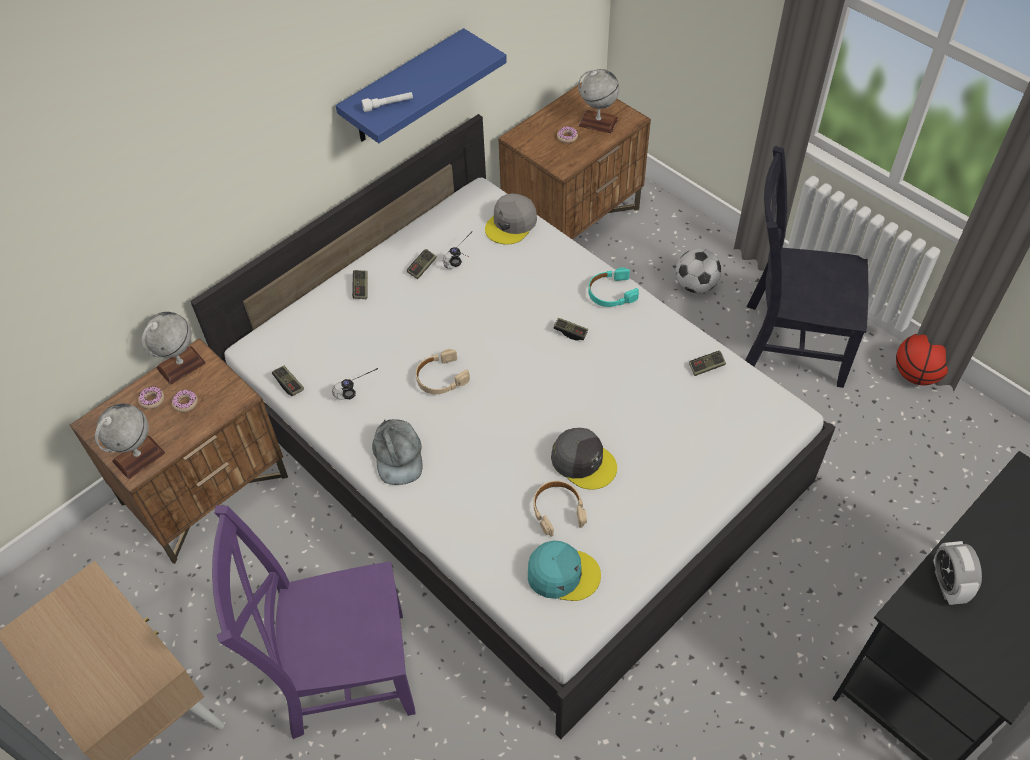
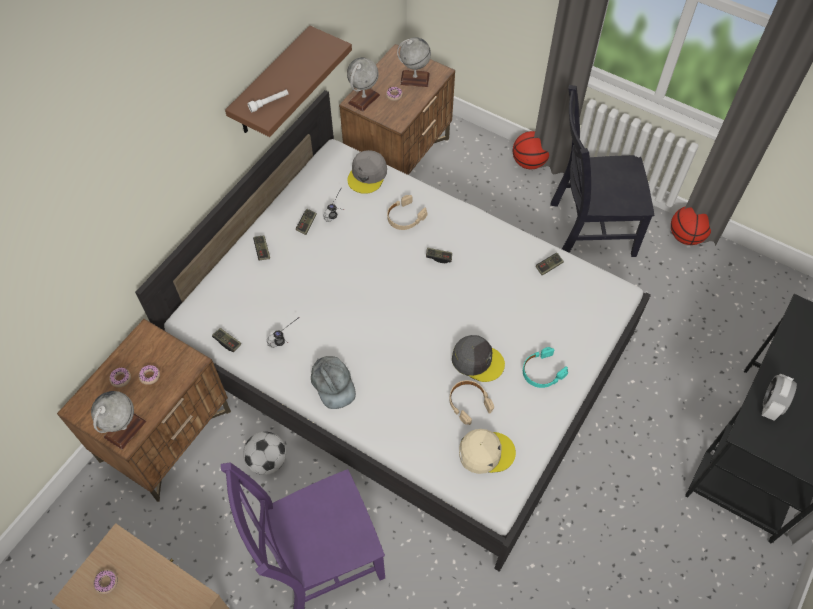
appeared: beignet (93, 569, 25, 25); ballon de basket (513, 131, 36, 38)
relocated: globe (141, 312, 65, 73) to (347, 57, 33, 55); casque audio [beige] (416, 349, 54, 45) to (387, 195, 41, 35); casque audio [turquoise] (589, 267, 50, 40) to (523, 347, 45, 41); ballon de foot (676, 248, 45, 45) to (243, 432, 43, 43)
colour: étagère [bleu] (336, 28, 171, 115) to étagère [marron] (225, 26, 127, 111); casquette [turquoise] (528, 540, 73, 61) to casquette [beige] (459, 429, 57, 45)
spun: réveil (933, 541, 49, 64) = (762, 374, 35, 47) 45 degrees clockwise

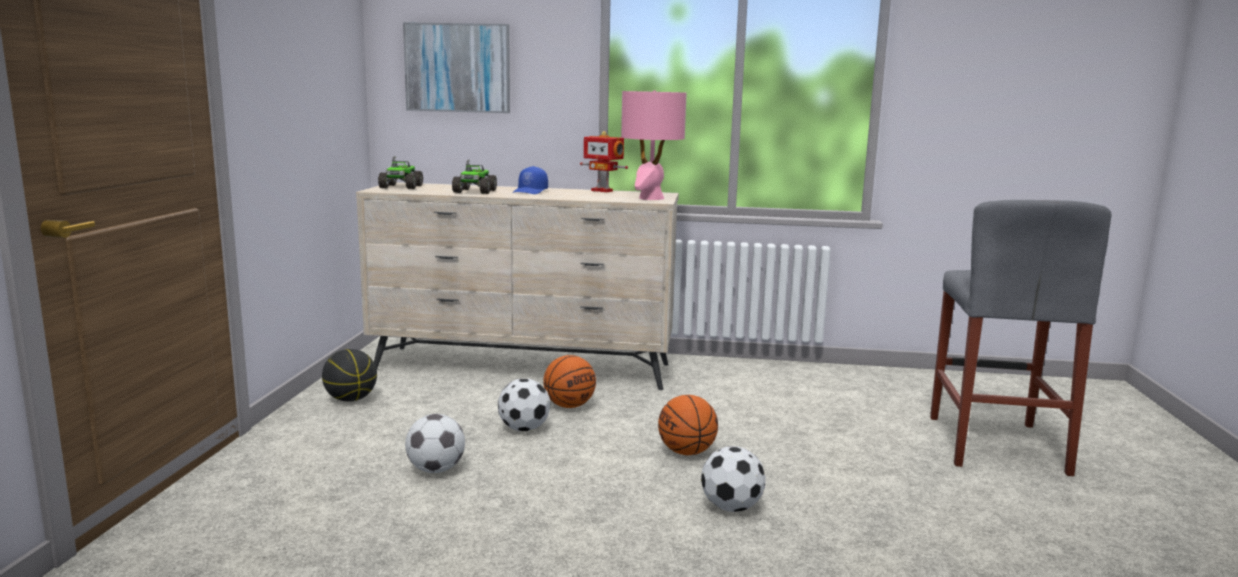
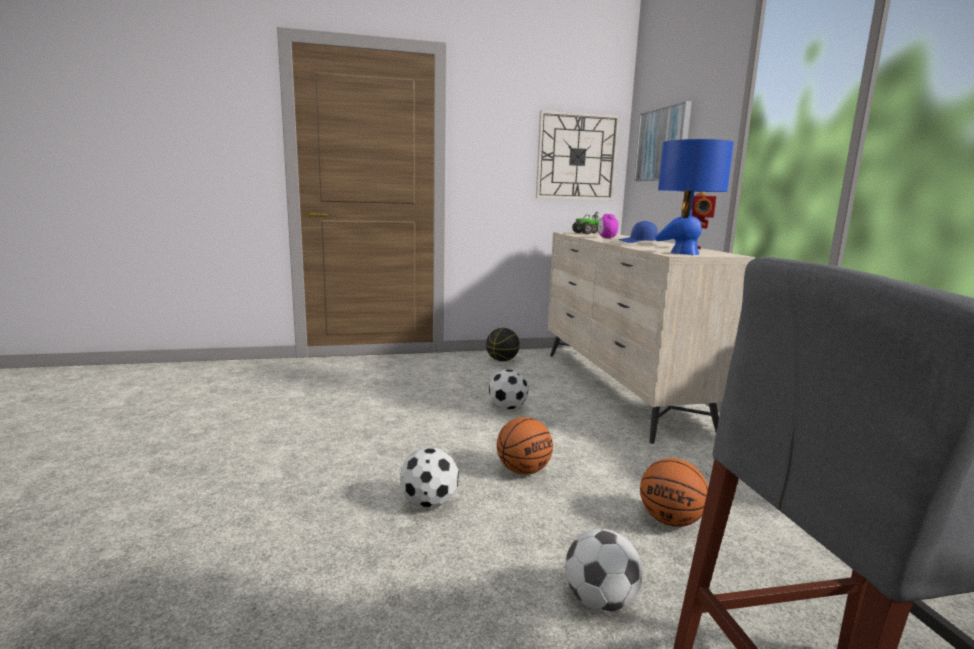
appeared: horloge murale (536, 110, 84, 90)
relocated: ballon de foot (405, 414, 60, 59) to (565, 529, 78, 83); ballon de basket (543, 355, 53, 53) to (640, 458, 68, 69)
exchanged: camion jouet (452, 159, 45, 35) to réveil (598, 214, 20, 25)
colour: lampe de table [rose] (621, 91, 66, 109) to lampe de table [bleu] (655, 139, 79, 116)

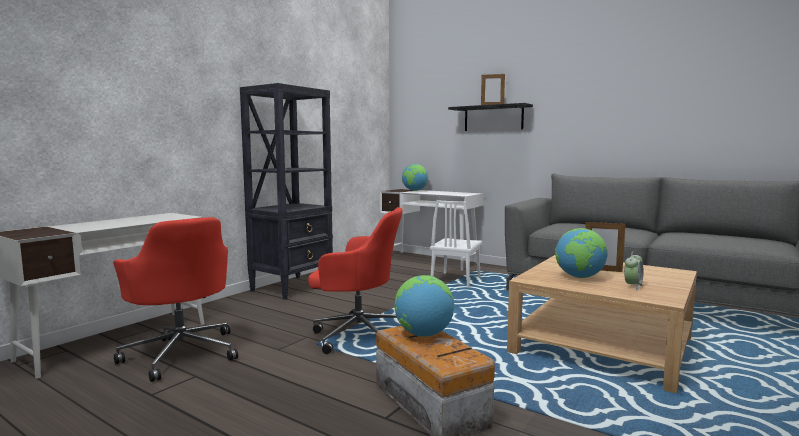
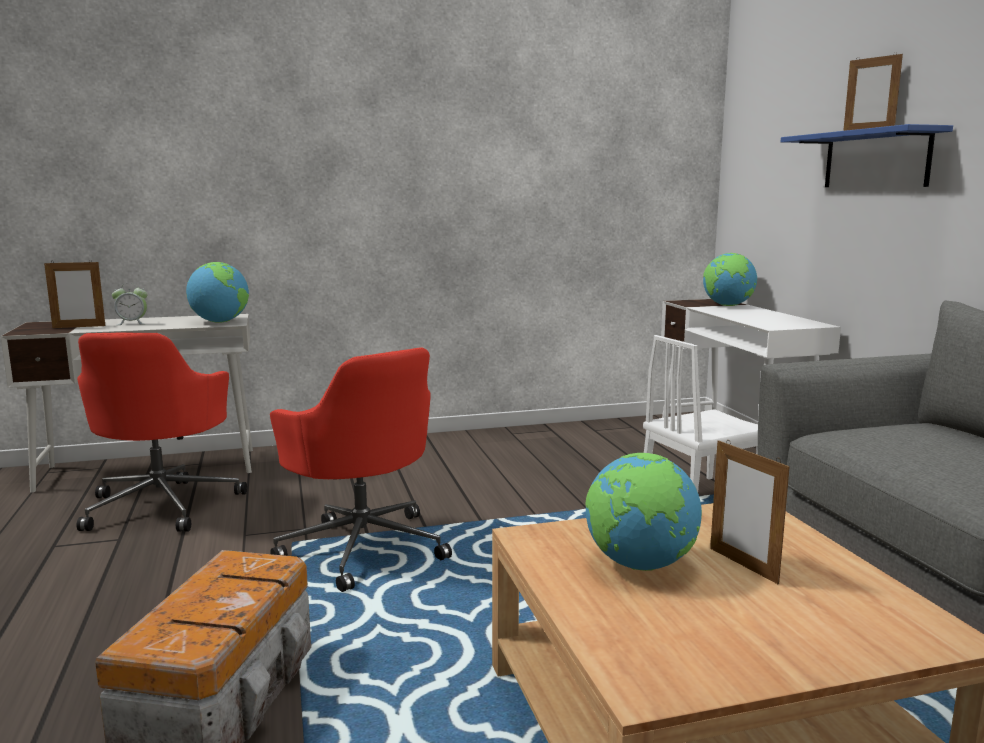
missing: bibliothèque [noir] (240, 83, 93, 217)
appeared: cadre photo (44, 260, 61, 68)
relocated: globe (394, 275, 60, 62) to (186, 262, 63, 61); réveil (624, 251, 20, 39) to (112, 283, 36, 42)
colour: étagère [noir] (448, 103, 85, 28) to étagère [bleu] (781, 124, 172, 63)

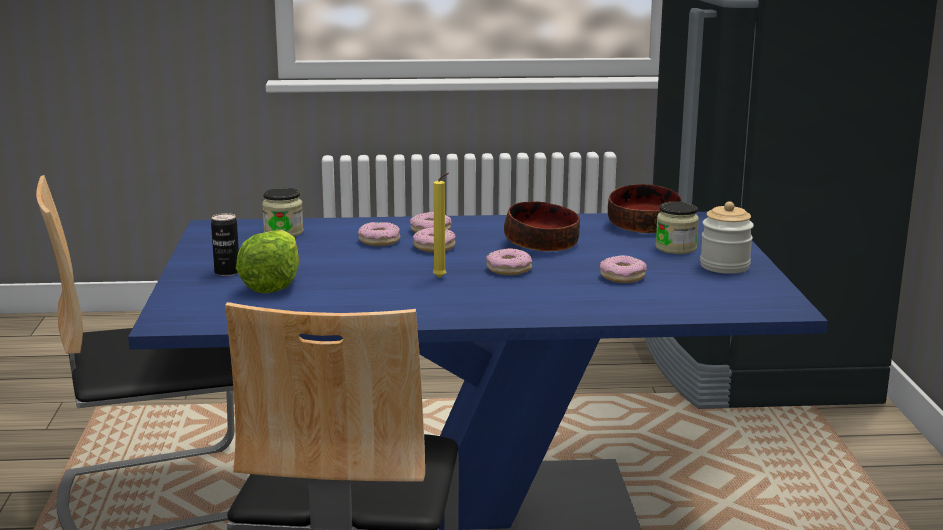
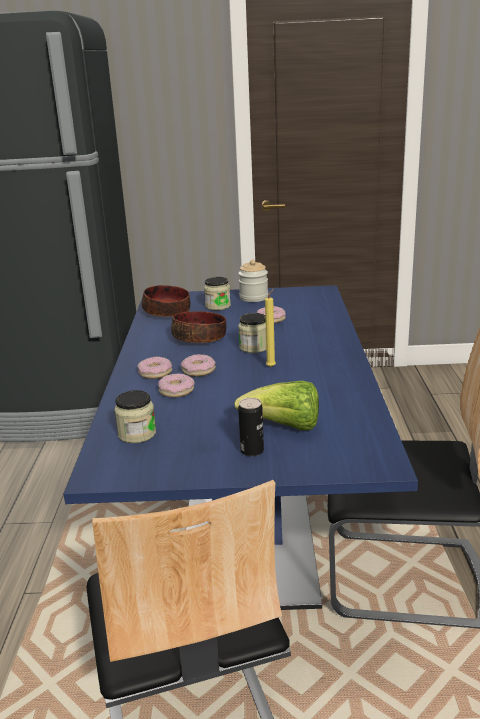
exchanged: beignet (486, 248, 46, 27) to bocal (238, 313, 28, 40)

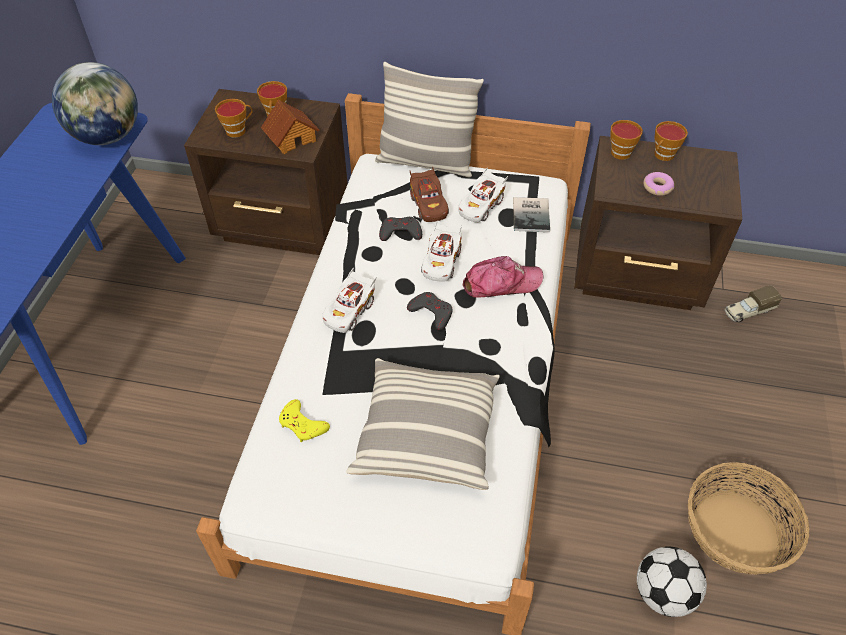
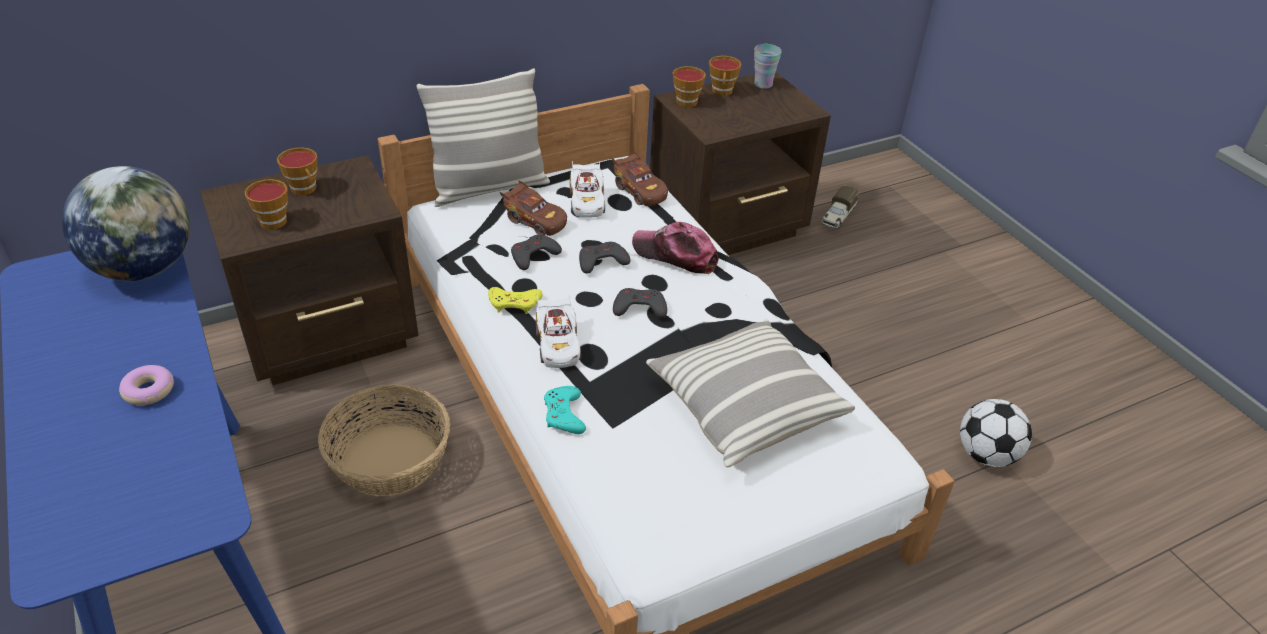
missing: maison miniature (261, 100, 58, 54)
appeared: manette [turquoise] (544, 386, 42, 48); tasse (754, 44, 28, 45)
relocated: manette [jaune] (279, 399, 51, 43) to (488, 287, 54, 27); beignet (643, 172, 31, 24) to (119, 365, 55, 40); panier (688, 462, 121, 113) to (318, 384, 132, 113)
exchanged: petite voiture [blanc] (421, 221, 41, 61) to manette [gris] (579, 242, 51, 32); livre (513, 197, 37, 35) to petite voiture [marron] (612, 151, 56, 55)
spun: casquette (463, 256, 80, 42) = (632, 222, 87, 52) 105 degrees counterclockwise

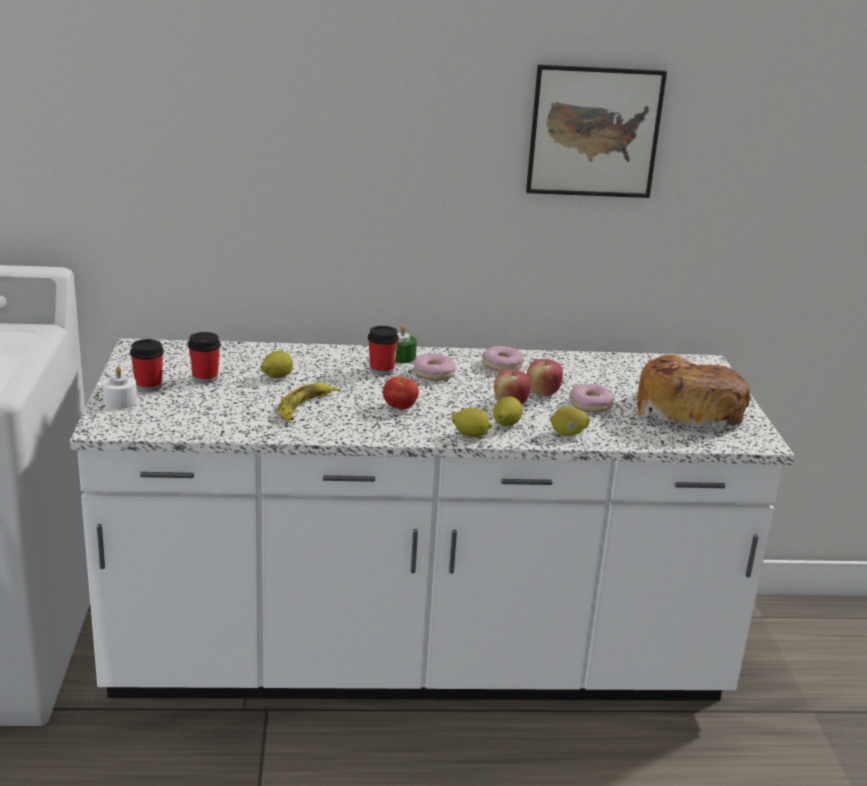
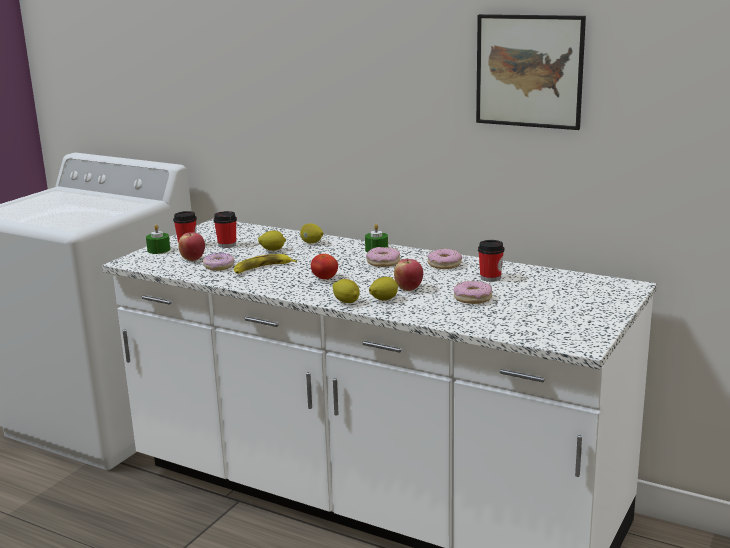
missing: pain (637, 355, 114, 76)
appeared: beignet (203, 253, 31, 18)
relocated: tasse (368, 326, 31, 50) to (478, 240, 26, 42); pomme (527, 359, 36, 38) to (178, 232, 27, 29); citron (550, 407, 40, 29) to (300, 223, 23, 20)
colour: bougie [blanc] (102, 366, 35, 43) to bougie [vert] (146, 224, 24, 30)

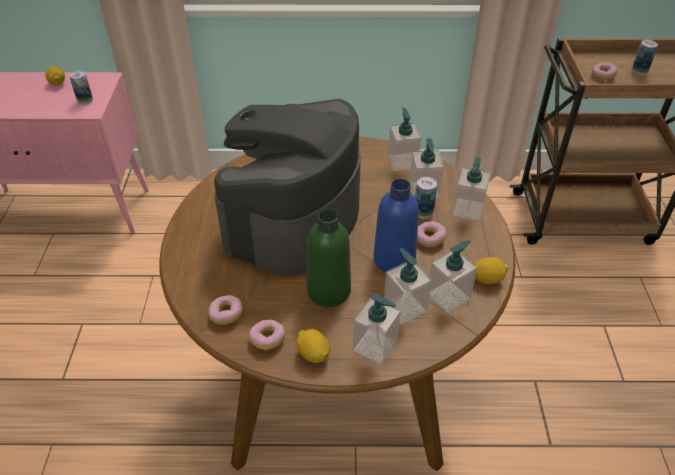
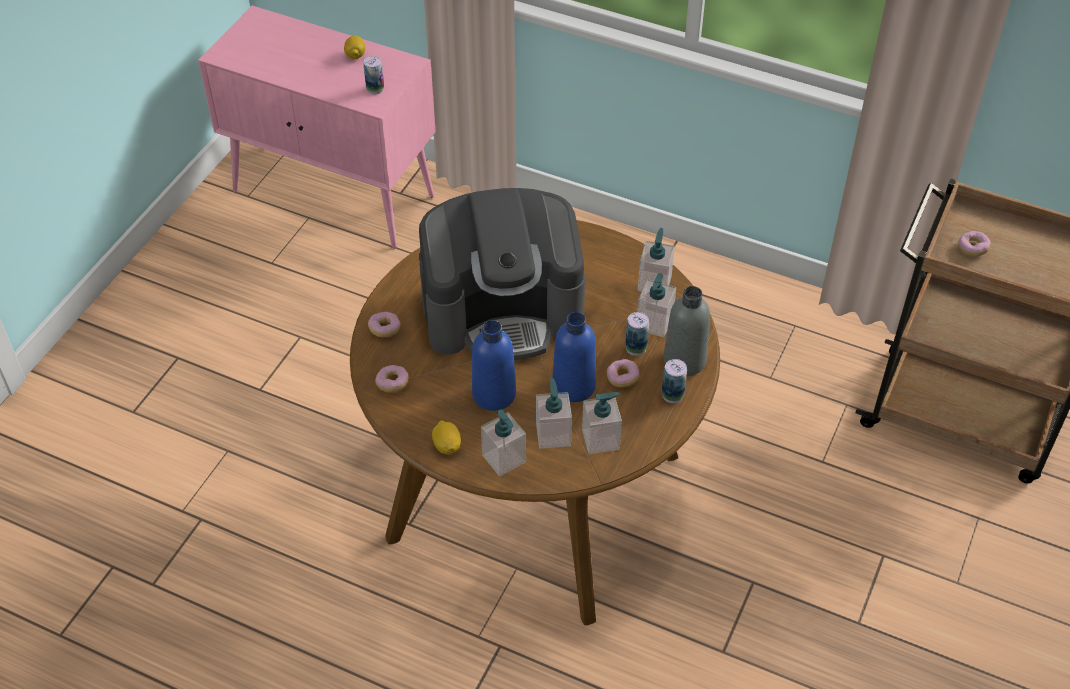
missing: citron (475, 257, 34, 27)
relocated: beignet (249, 320, 36, 30) to (368, 312, 33, 25); boîte métallique (632, 40, 26, 35) to (662, 359, 25, 44)
exchanged: distributeur de savon (453, 157, 38, 64) to bouteille [gris] (663, 286, 47, 90)
colour: bouteille [vert] (307, 209, 44, 98) to bouteille [bleu] (472, 320, 44, 91)
spun: machine à café (214, 99, 147, 176) = (419, 188, 166, 172) 150 degrees counterclockwise

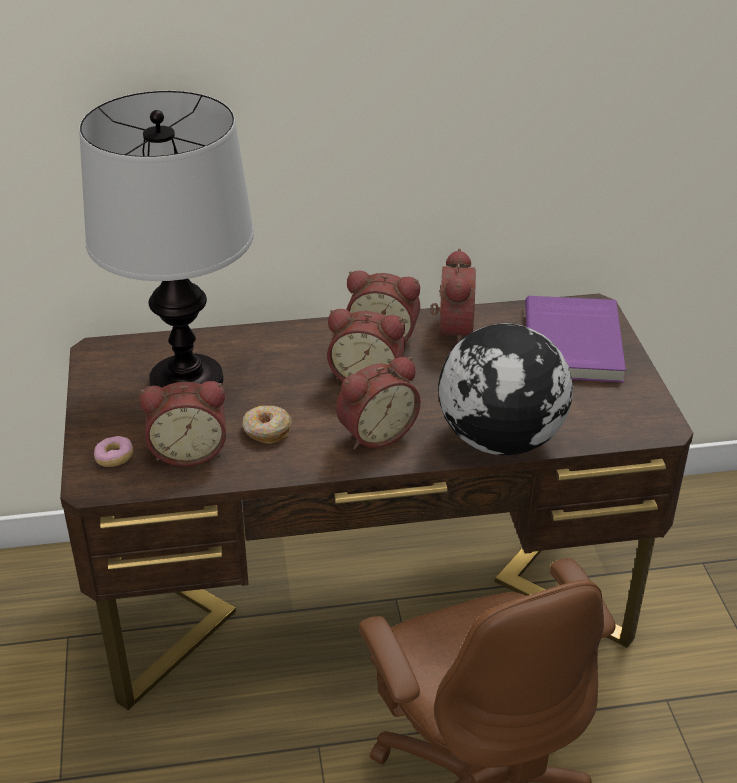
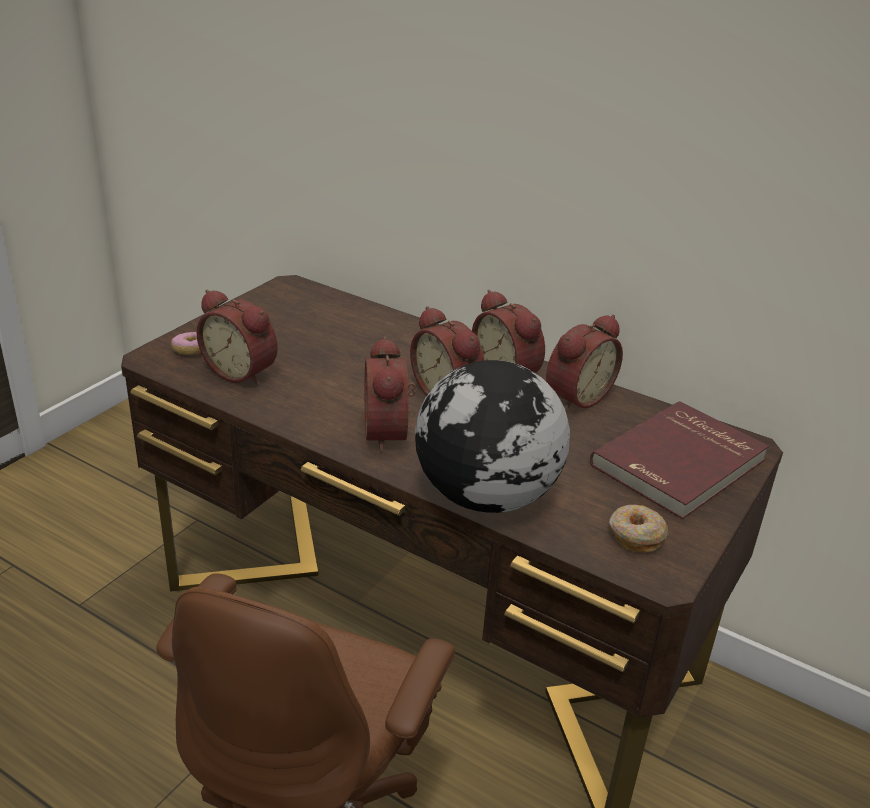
missing: lampe de table (79, 91, 175, 296)
relocated: beignet (242, 406, 50, 38) to (609, 505, 59, 48)
colour: livre [violet] (525, 296, 101, 86) to livre [rouge] (590, 401, 179, 118)
spun: réveil (336, 357, 84, 92) = (365, 337, 51, 116) 75 degrees clockwise

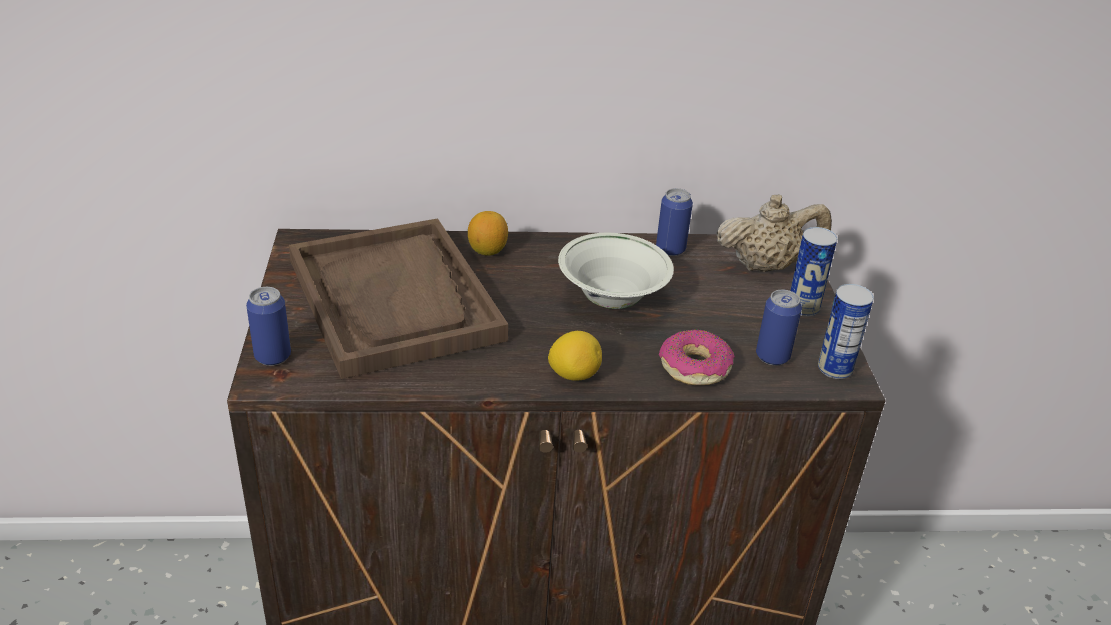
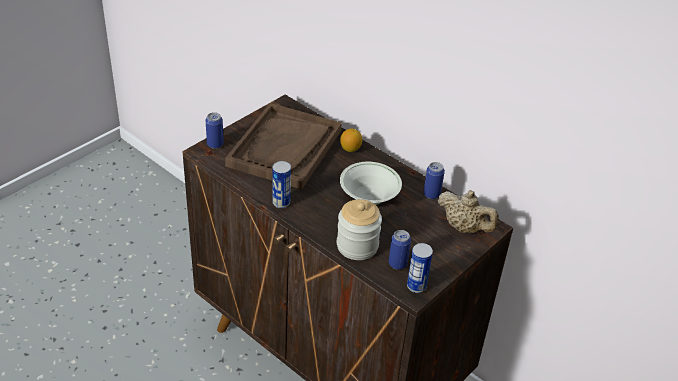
missing: citron (548, 331, 54, 50)
relocated: boîte métallique (790, 227, 47, 89) to (272, 161, 19, 47)
exchanged: beignet (659, 330, 76, 55) to bocal (337, 199, 45, 61)

